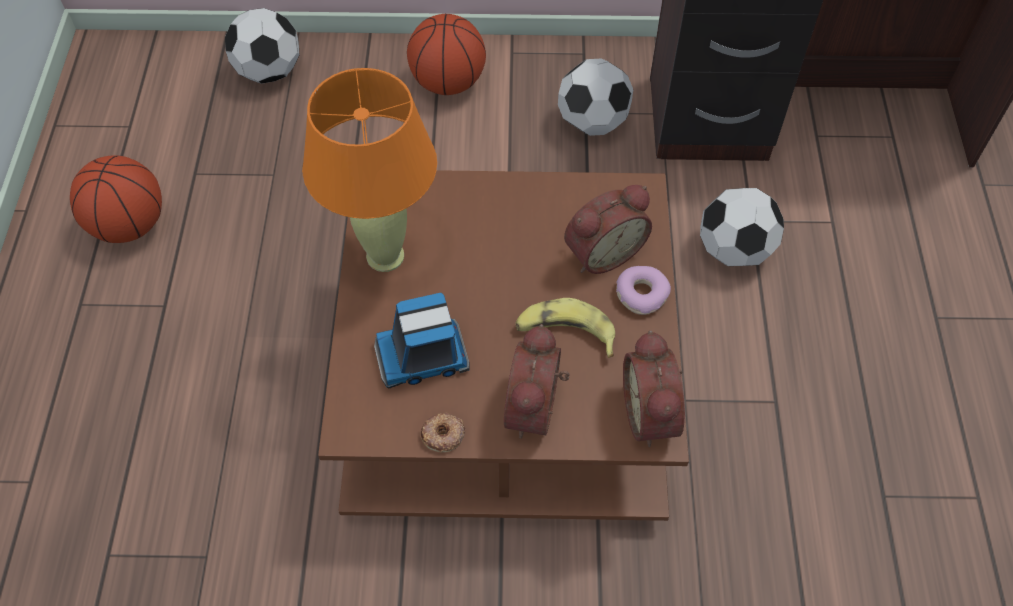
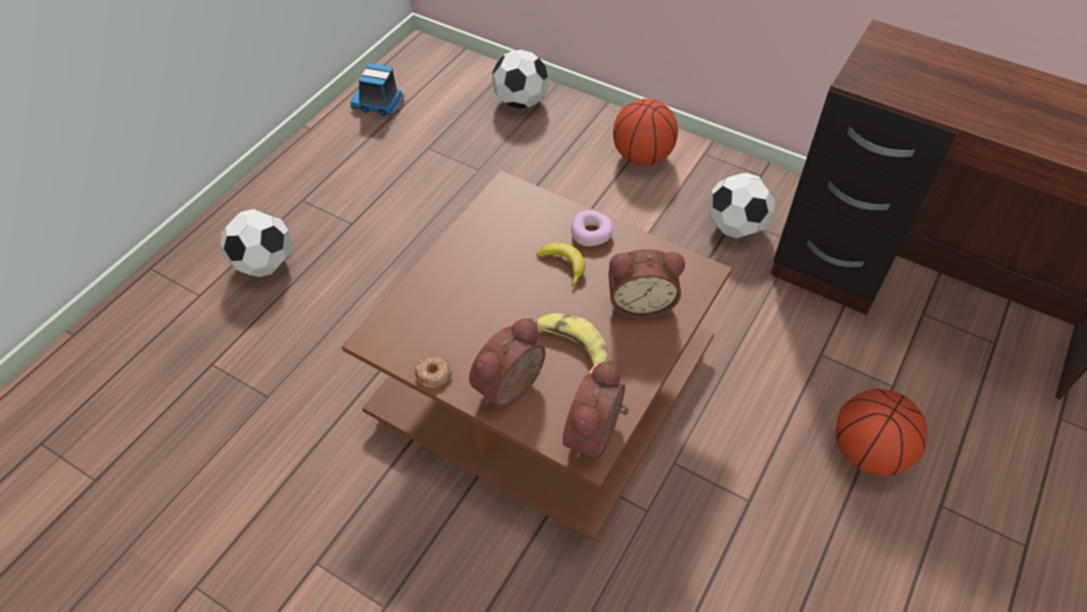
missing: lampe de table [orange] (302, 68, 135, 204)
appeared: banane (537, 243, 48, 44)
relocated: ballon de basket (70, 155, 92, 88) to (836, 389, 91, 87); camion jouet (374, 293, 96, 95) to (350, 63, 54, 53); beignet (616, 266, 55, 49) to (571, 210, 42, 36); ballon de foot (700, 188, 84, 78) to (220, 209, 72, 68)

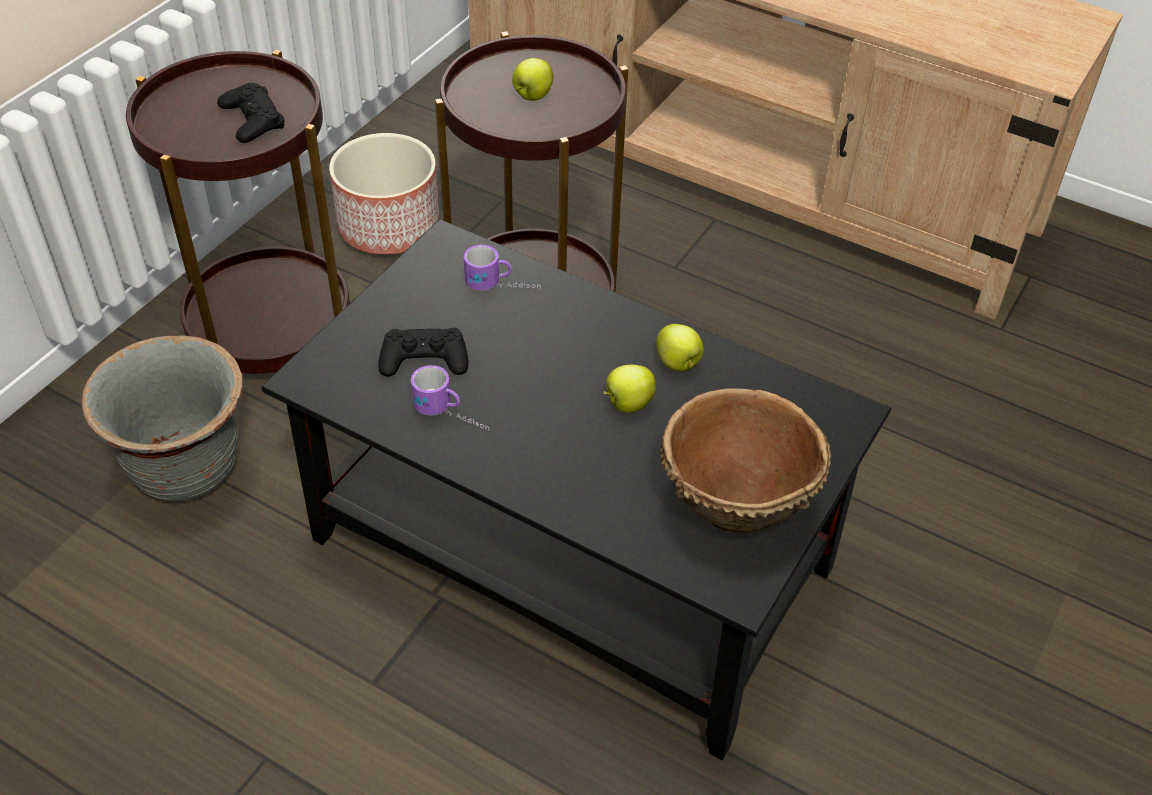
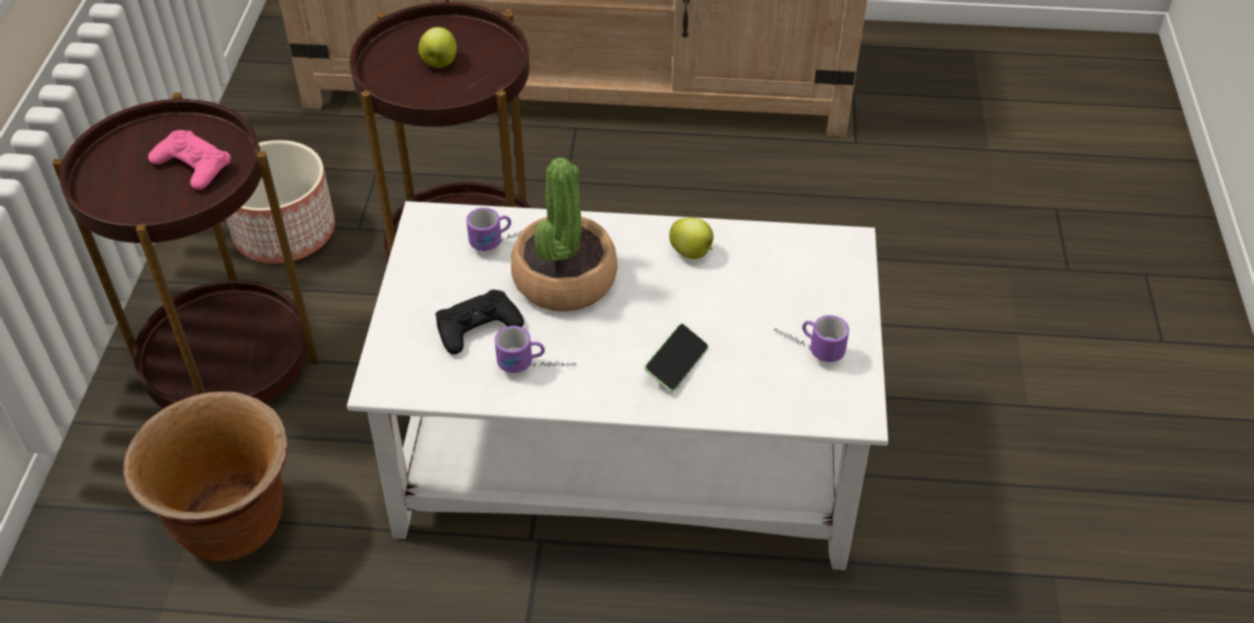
missing: pomme (603, 365, 53, 48)
appeared: plante en pot (511, 158, 106, 154); téléphone (644, 324, 64, 68)
exchanged: bol [marron] (660, 388, 171, 145) to mug (774, 315, 75, 47)
colour: cache-pot [gris] (81, 335, 162, 167) to cache-pot [marron] (123, 392, 165, 169); manette [noir] (217, 83, 68, 60) to manette [rose] (148, 130, 83, 60); table basse [noir] (261, 219, 630, 541) to table basse [blanc] (347, 201, 541, 369)

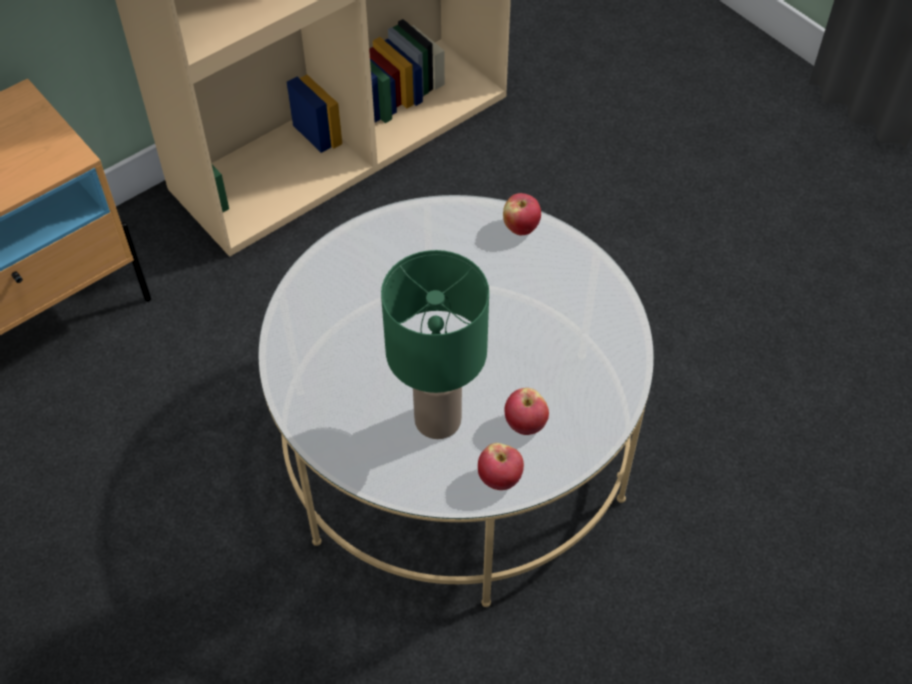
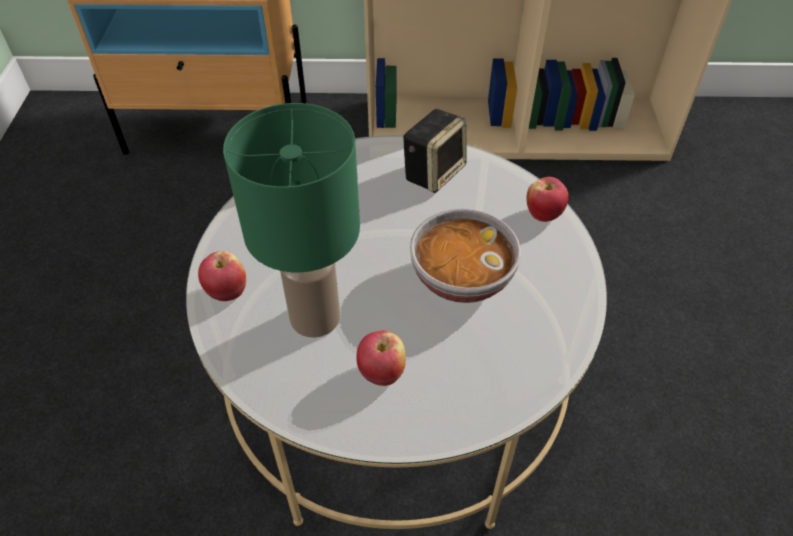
appeared: enceinte (403, 109, 64, 84); bol (410, 209, 111, 94)
relocated: pomme (478, 443, 46, 47) to (198, 251, 48, 50)

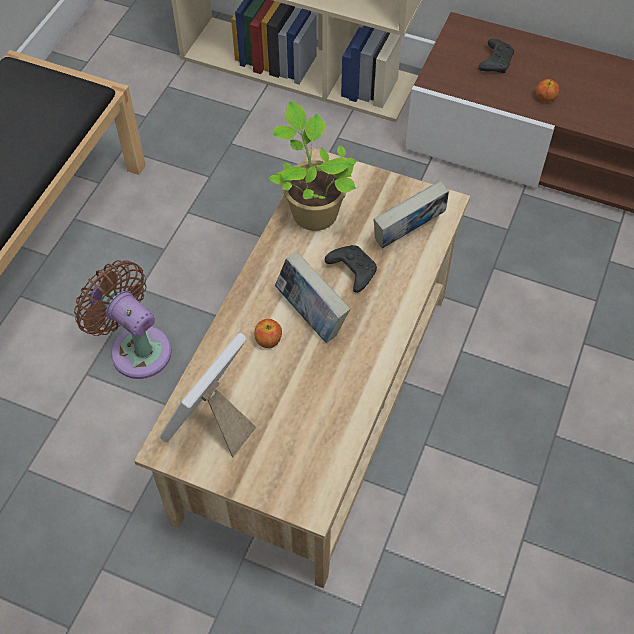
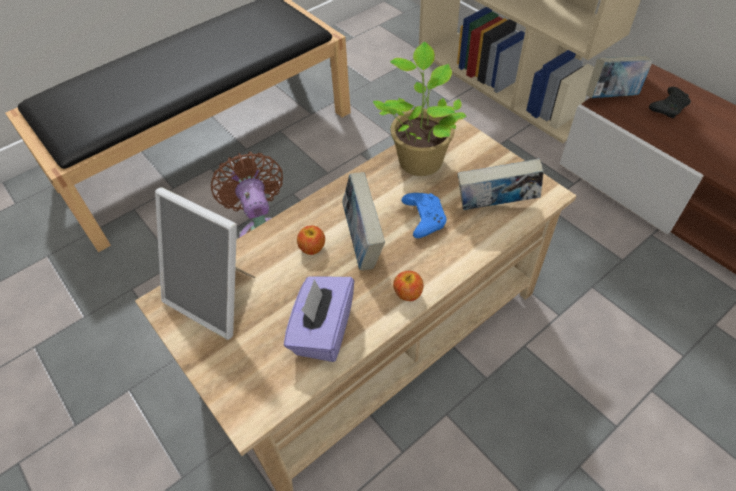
appeared: boîte à mouchoirs [violet] (284, 276, 70, 86); livre (586, 56, 67, 42)
relocated: pomme (536, 79, 23, 23) to (393, 271, 30, 30)
colour: manette [noir] (325, 245, 52, 48) to manette [bleu] (401, 193, 46, 45)
spun: cadre photo (160, 333, 96, 124) = (155, 187, 101, 153) 120 degrees counterclockwise

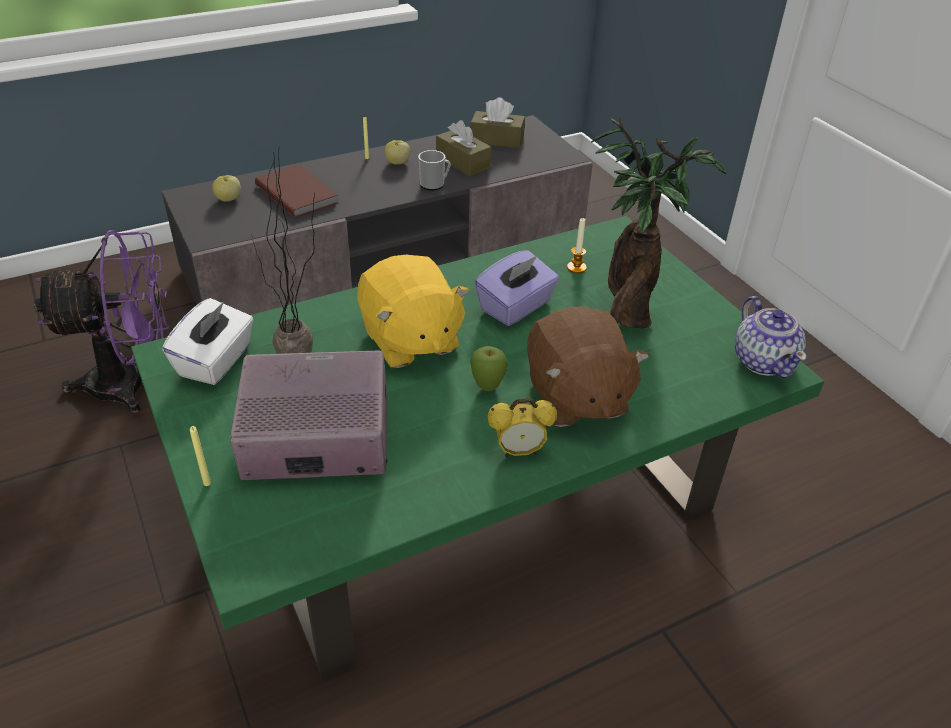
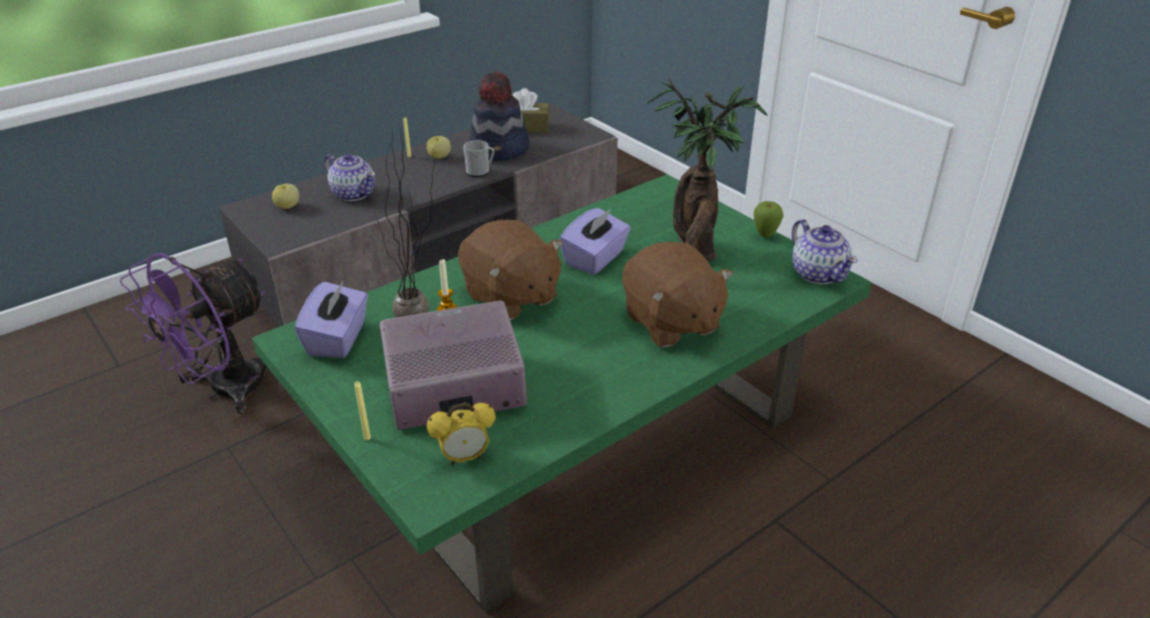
relocated: pomme (470, 346, 38, 45) to (754, 201, 30, 37); réveil (487, 398, 70, 59) to (427, 402, 69, 63); bougie (567, 218, 20, 55) to (437, 259, 20, 52)
exchanged: livre [marron] (255, 164, 84, 54) to théière (324, 154, 51, 47); boîte à mouchoirs [marron] (436, 120, 56, 56) to chapeau (469, 71, 60, 90)
colour: boîte à mouchoirs [blanc] (162, 298, 92, 87) to boîte à mouchoirs [violet] (295, 280, 73, 78); peluche [jaune] (357, 255, 113, 113) to peluche [marron] (458, 220, 105, 100)
spun: ventilateur [violet] (34, 230, 135, 184) = (120, 253, 147, 161) 150 degrees clockwise

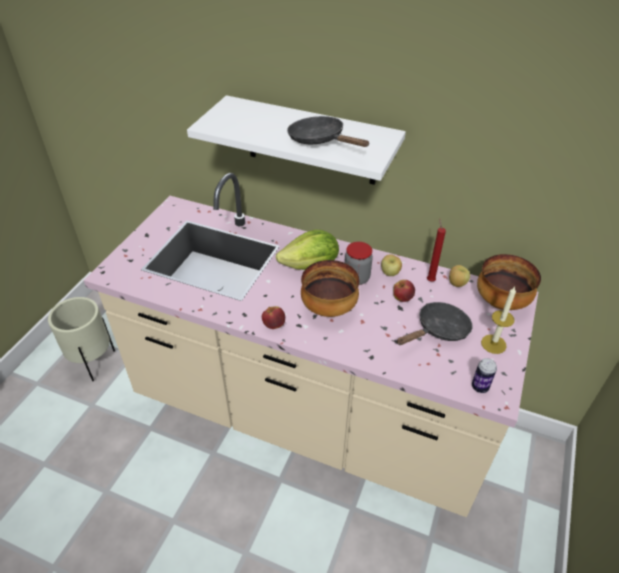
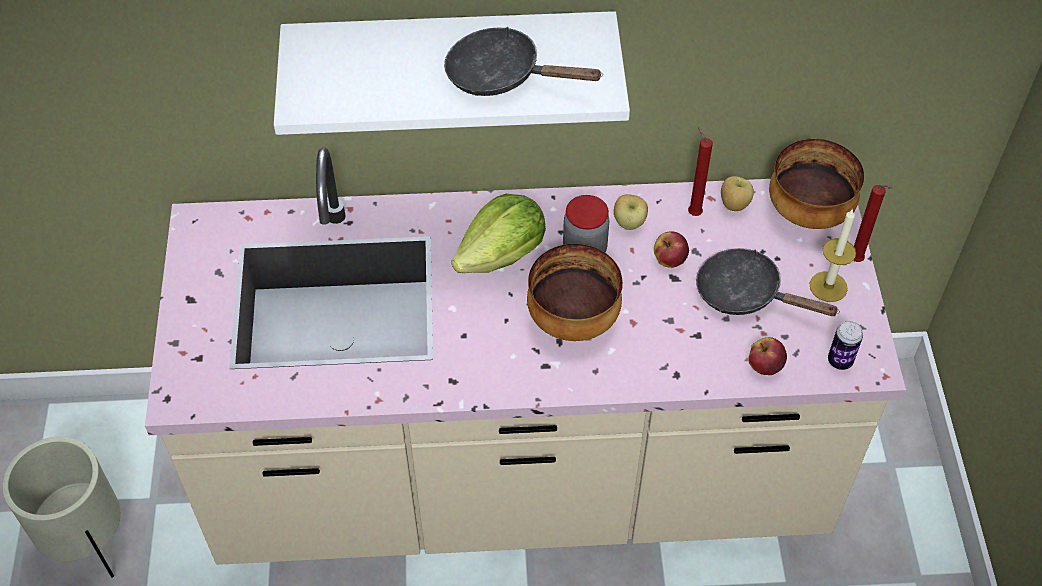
appeared: bougie [rouge] (853, 185, 40, 77)
relocated: pomme (262, 306, 23, 23) to (748, 337, 39, 38)
spun: poêle [noir] (396, 302, 77, 43) = (696, 248, 144, 68) 90 degrees counterclockwise

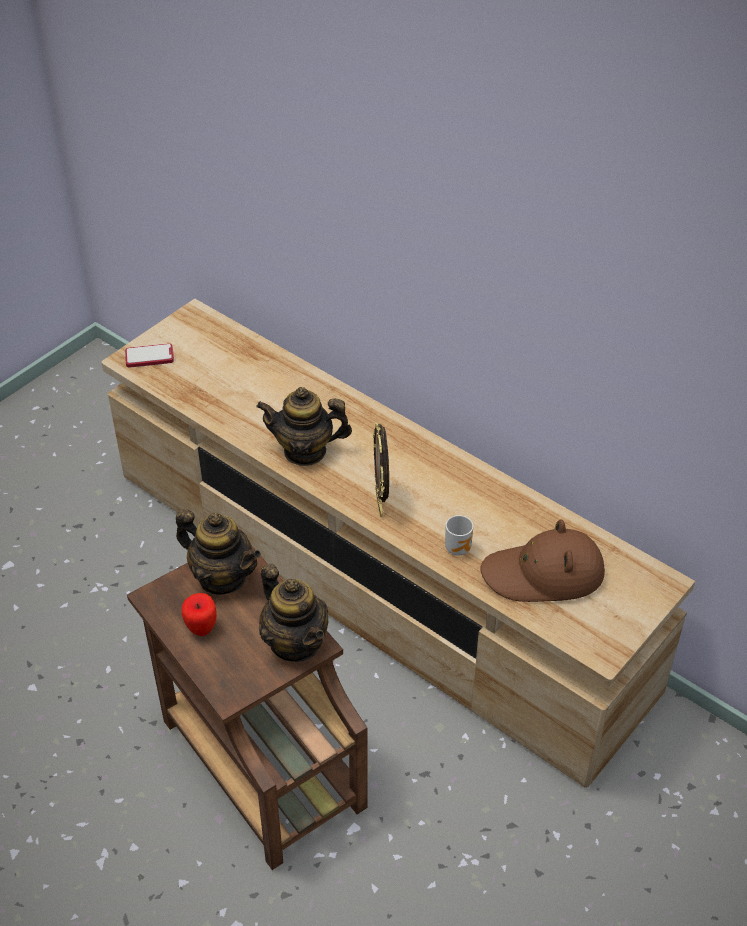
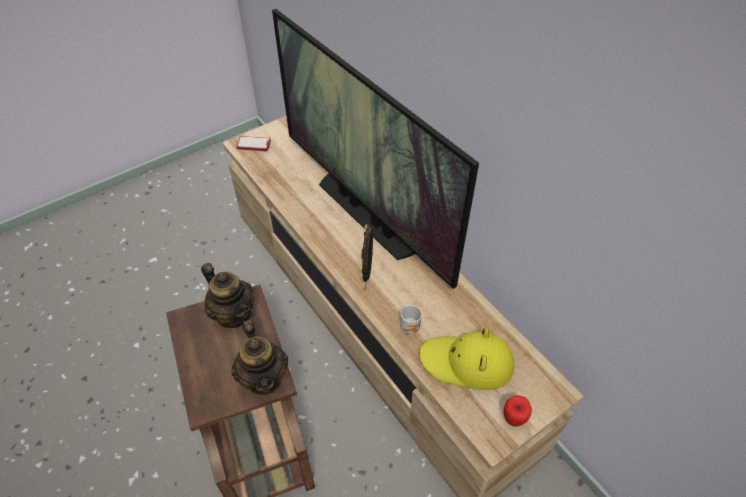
missing: théière (256, 387, 96, 79)
appeared: téléviseur (272, 9, 207, 280)
relocated: pomme (182, 593, 35, 43) to (504, 396, 28, 31)
colour: chapeau [marron] (481, 520, 124, 82) to chapeau [jaune] (419, 327, 95, 63)

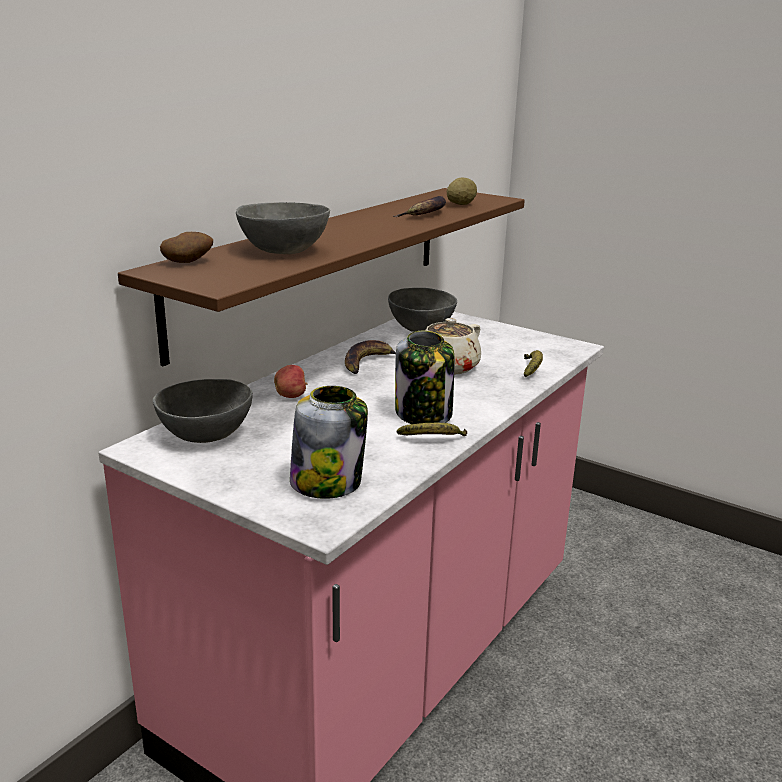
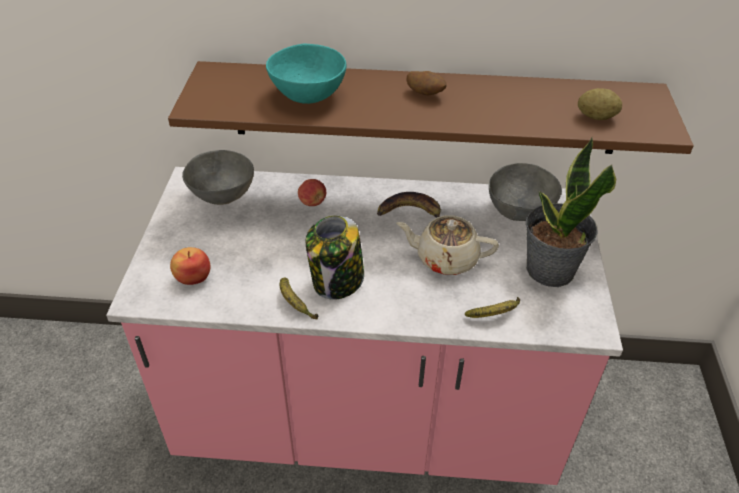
missing: banane (394, 196, 52, 21)
appeared: plante en pot (526, 138, 90, 149)
relocated: pomme de terre (160, 232, 53, 31) to (407, 71, 40, 25)
exchanged: bocal (290, 386, 78, 113) to pomme (170, 247, 40, 38)
colour: bol [gris] (236, 202, 94, 52) to bol [turquoise] (266, 43, 80, 61)

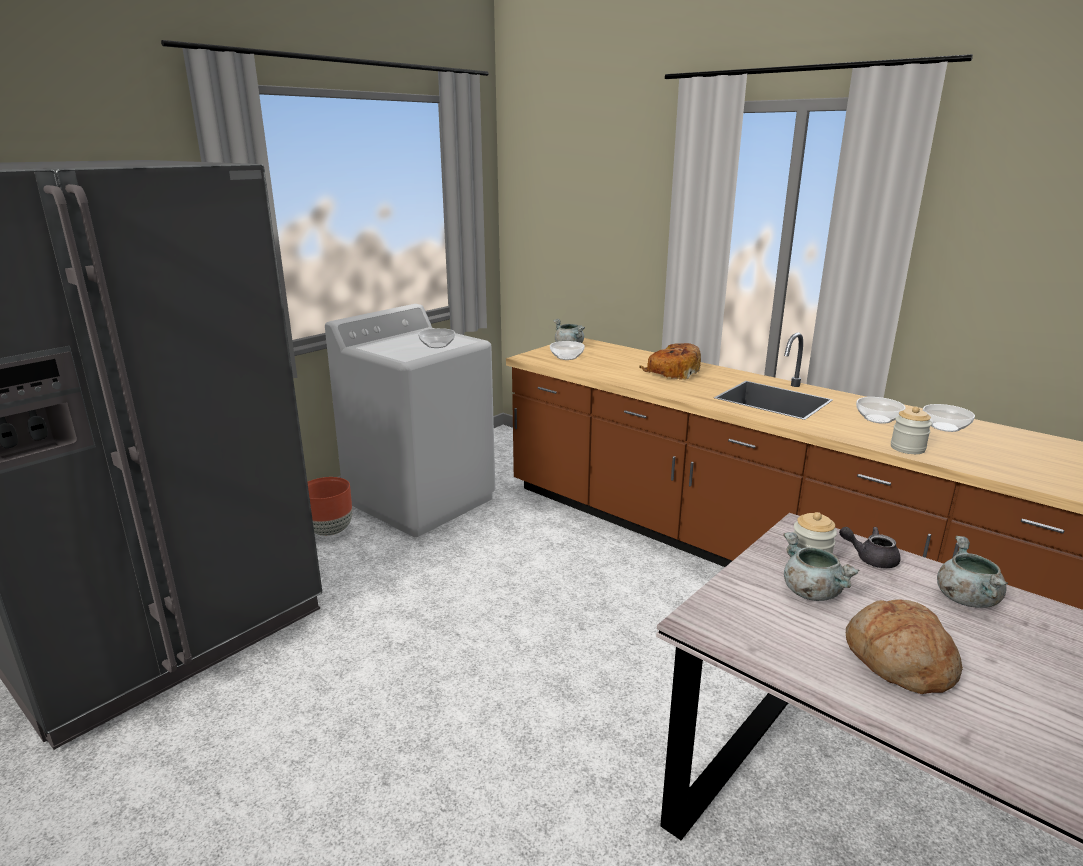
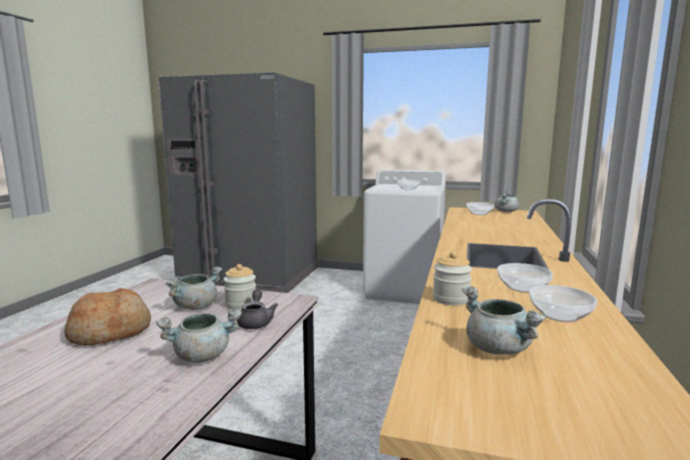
missing: cache-pot [marron] (307, 477, 45, 59); pain (639, 343, 62, 37)
appeared: marmite [gris] (462, 286, 84, 68)

